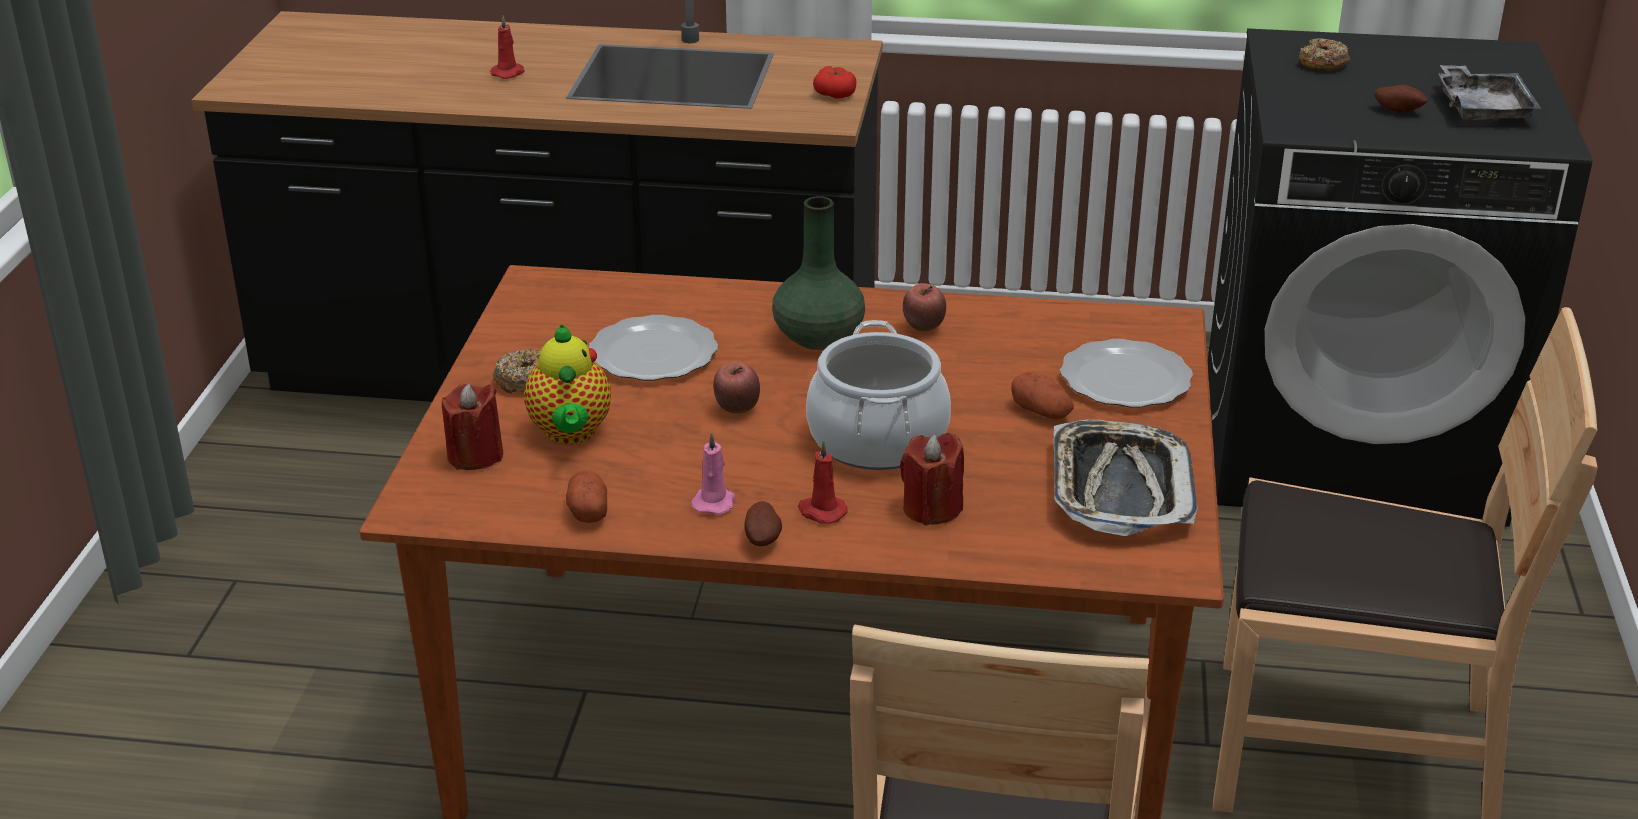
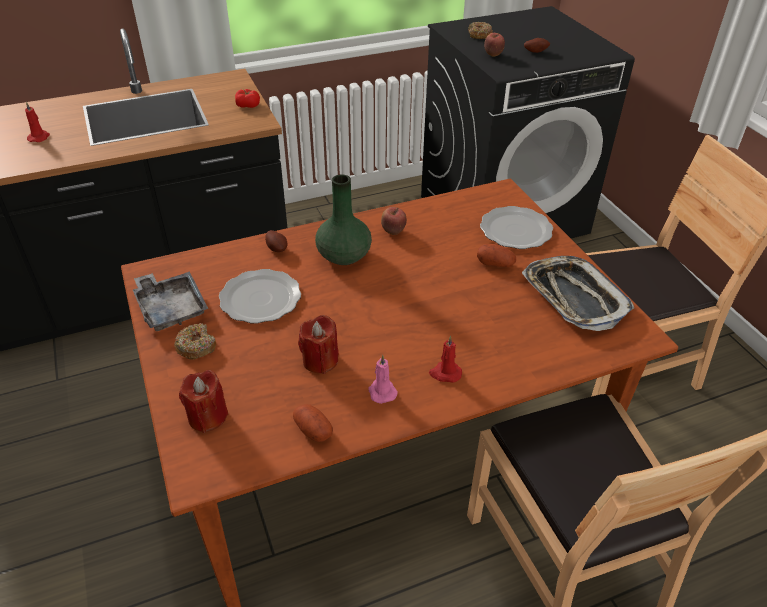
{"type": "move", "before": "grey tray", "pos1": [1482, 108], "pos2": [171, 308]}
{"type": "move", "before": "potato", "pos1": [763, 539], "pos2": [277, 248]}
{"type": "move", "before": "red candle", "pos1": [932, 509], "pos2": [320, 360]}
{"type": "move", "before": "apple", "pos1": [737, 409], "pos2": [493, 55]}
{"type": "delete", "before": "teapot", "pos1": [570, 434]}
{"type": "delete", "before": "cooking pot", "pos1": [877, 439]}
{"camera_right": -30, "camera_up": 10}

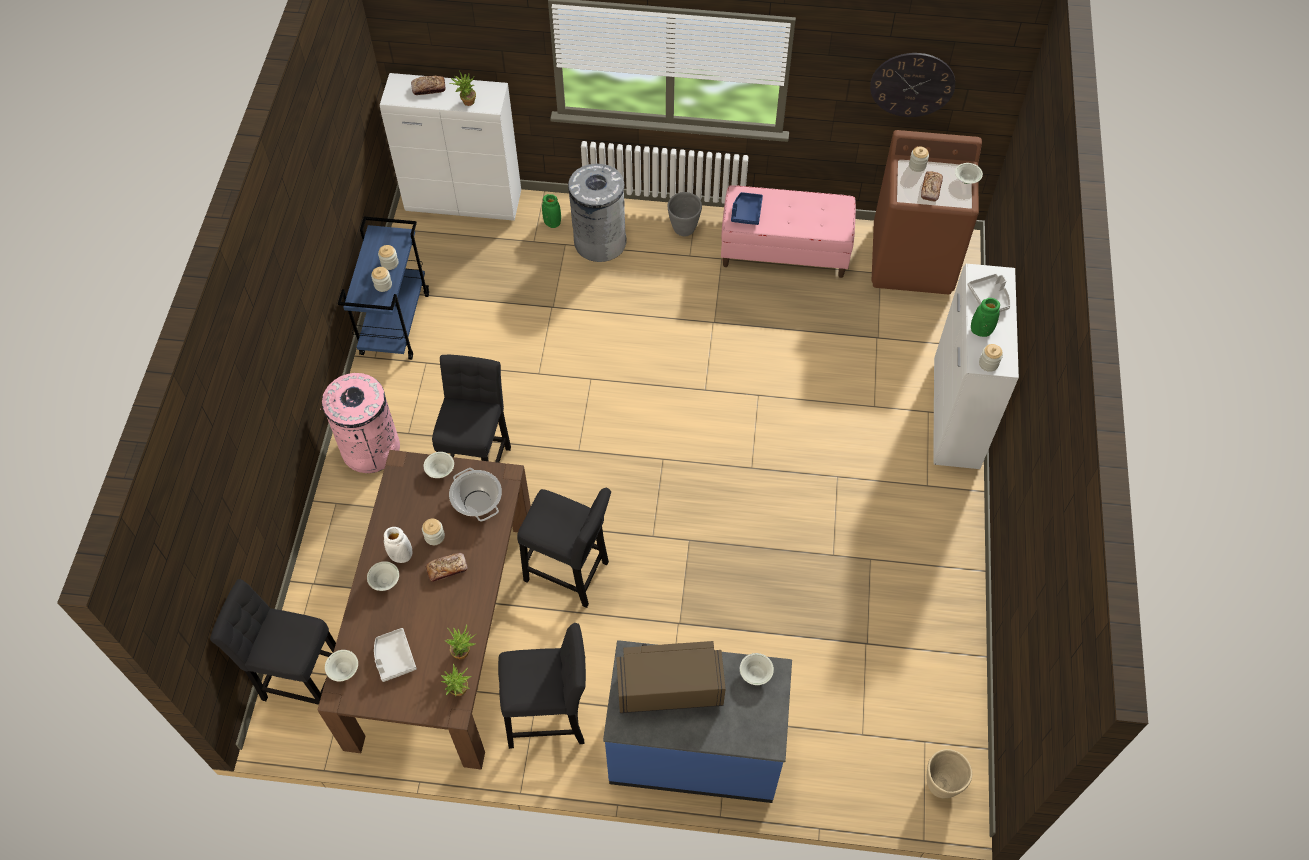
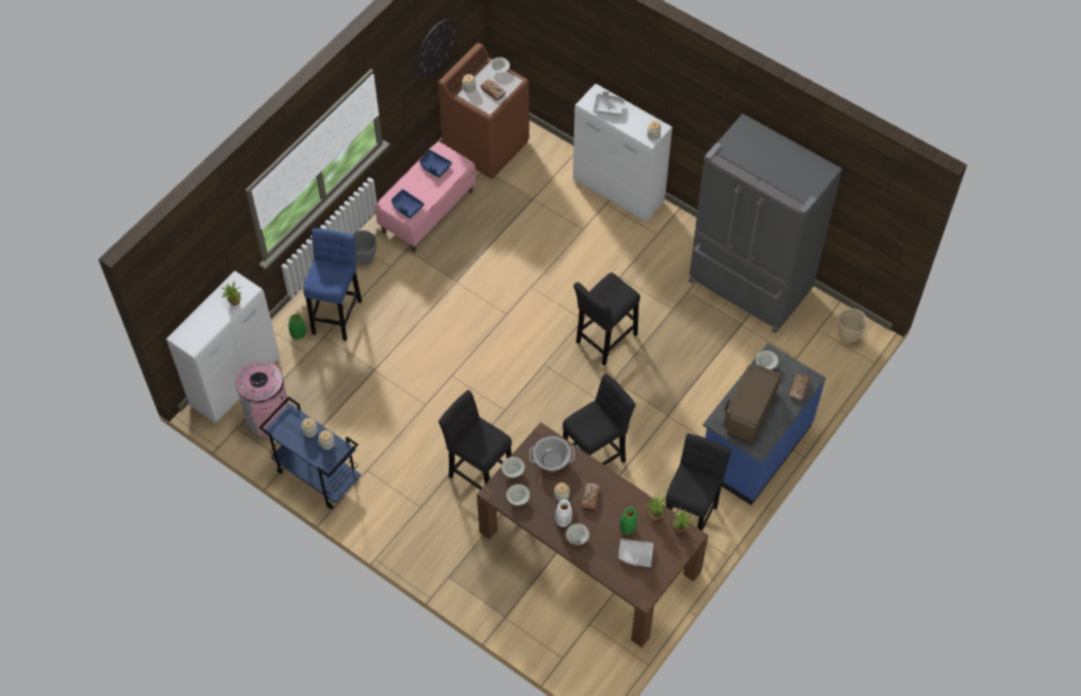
{"type": "move", "before": "pink trash can", "pos1": [370, 449], "pos2": [268, 417]}
{"type": "replace", "before": "grey trash can", "after": "blue stool", "pos1": [599, 241], "pos2": [337, 314]}
{"type": "insert", "after": "blue tray", "pos2": [434, 166]}
{"type": "move", "before": "white bowl", "pos1": [344, 670], "pos2": [518, 498]}
{"type": "move", "before": "black stool", "pos1": [302, 681], "pos2": [604, 341]}
{"type": "move", "before": "green vase", "pos1": [981, 330], "pos2": [627, 528]}
{"type": "insert", "after": "grey fridge", "pos2": [748, 287]}
{"type": "move", "before": "bread", "pos1": [429, 88], "pos2": [799, 389]}
{"camera_right": -60, "camera_up": 0}

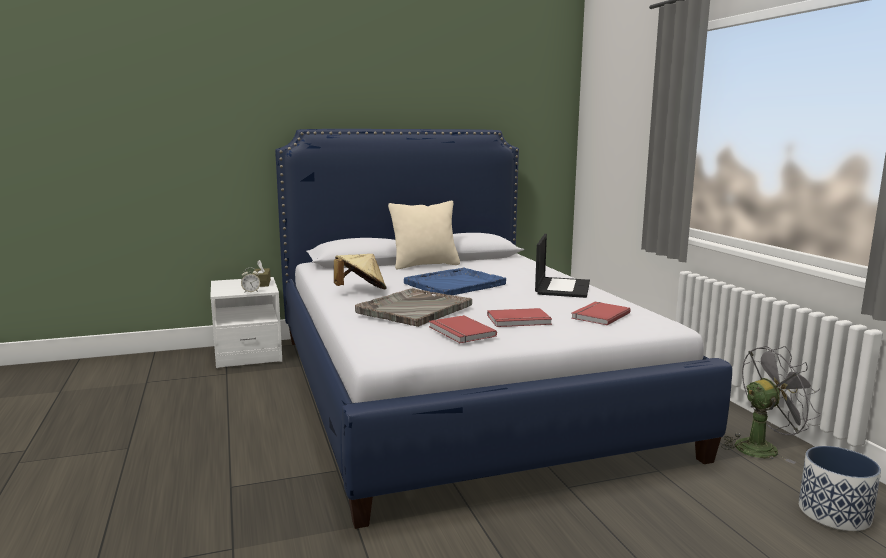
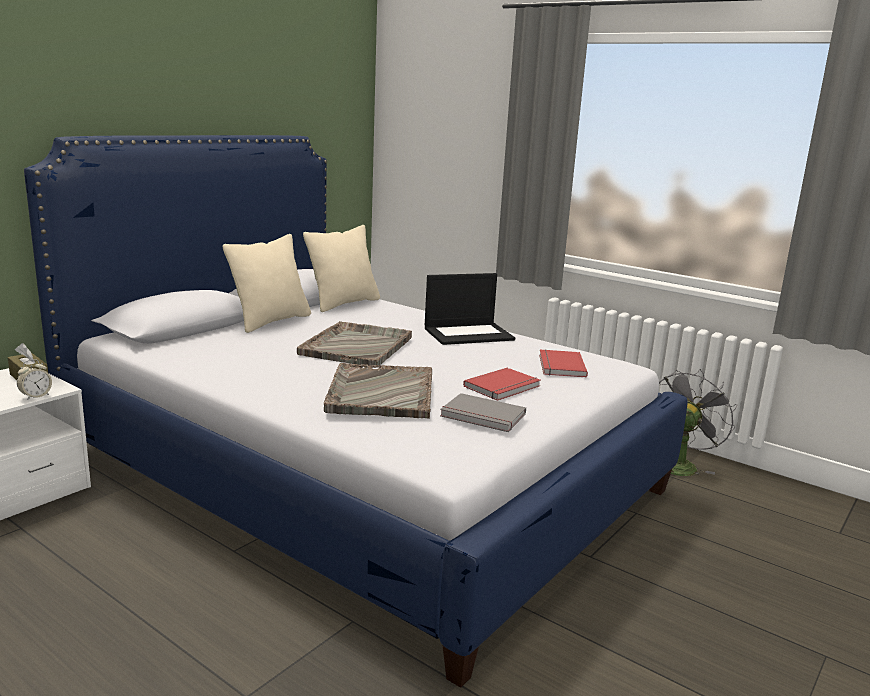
{"type": "recolor", "before": "blue tray", "after": "grey tray", "pos1": [455, 284], "pos2": [357, 346]}
{"type": "insert", "after": "beige pillow", "pos2": [343, 303]}
{"type": "rotate", "before": "laptop", "pos1": [562, 287], "pos2": [469, 334], "turn": 90}
{"type": "recolor", "before": "red book", "after": "grey book", "pos1": [460, 332], "pos2": [482, 416]}
{"type": "delete", "before": "beige hat", "pos1": [360, 291]}
{"type": "delete", "before": "planter", "pos1": [834, 514]}
{"camera_right": -35, "camera_up": 5}

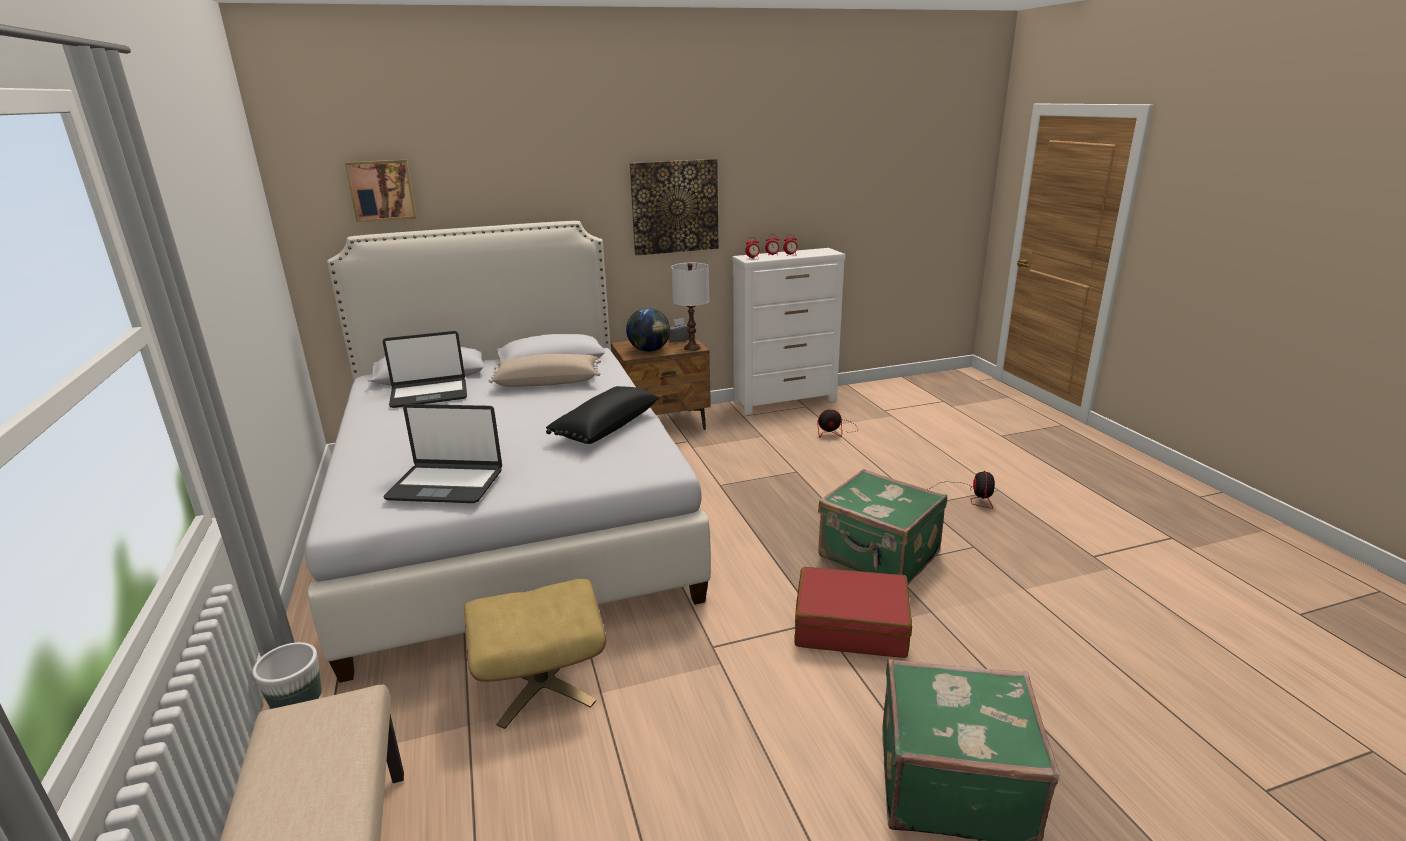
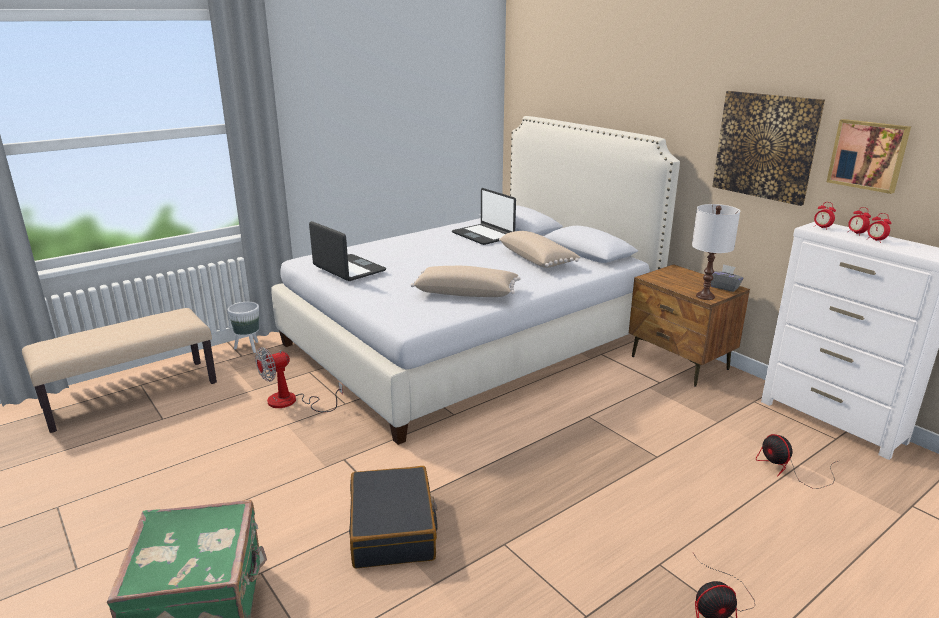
{"type": "replace", "before": "beige ottoman", "after": "fan", "pos1": [542, 683], "pos2": [291, 402]}
{"type": "rotate", "before": "laptop", "pos1": [446, 484], "pos2": [348, 269], "turn": 150}
{"type": "recolor", "before": "red suitcase", "after": "black suitcase", "pos1": [851, 625], "pos2": [393, 529]}
{"type": "recolor", "before": "black pillow", "after": "beige pillow", "pos1": [604, 427], "pos2": [466, 293]}
{"type": "move", "before": "picture", "pos1": [381, 190], "pos2": [868, 155]}
{"type": "delete", "before": "globe", "pos1": [649, 350]}
{"type": "delete", "before": "green suitcase", "pos1": [878, 557]}
{"camera_right": 70, "camera_up": 0}

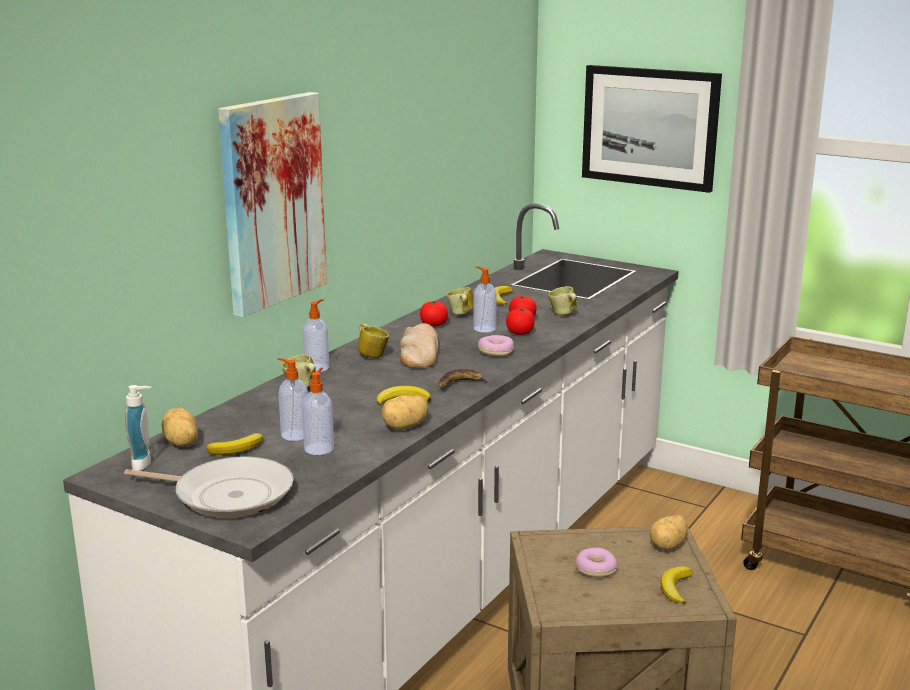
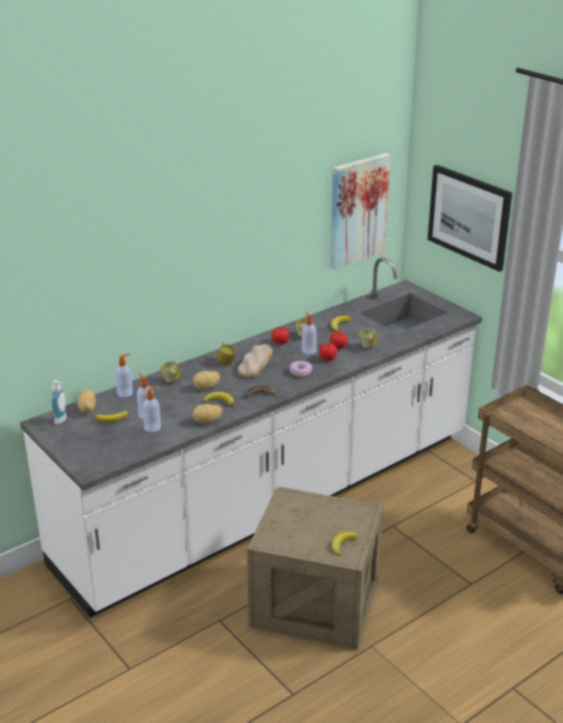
{"type": "move", "before": "soap dispenser", "pos1": [317, 367], "pos2": [125, 393]}
{"type": "move", "before": "potato", "pos1": [669, 545], "pos2": [206, 387]}
{"type": "move", "before": "picture", "pos1": [272, 201], "pos2": [357, 210]}
{"type": "delete", "before": "frying pan", "pos1": [228, 494]}
{"type": "delete", "before": "donut", "pos1": [595, 569]}
{"camera_right": 20, "camera_up": 10}

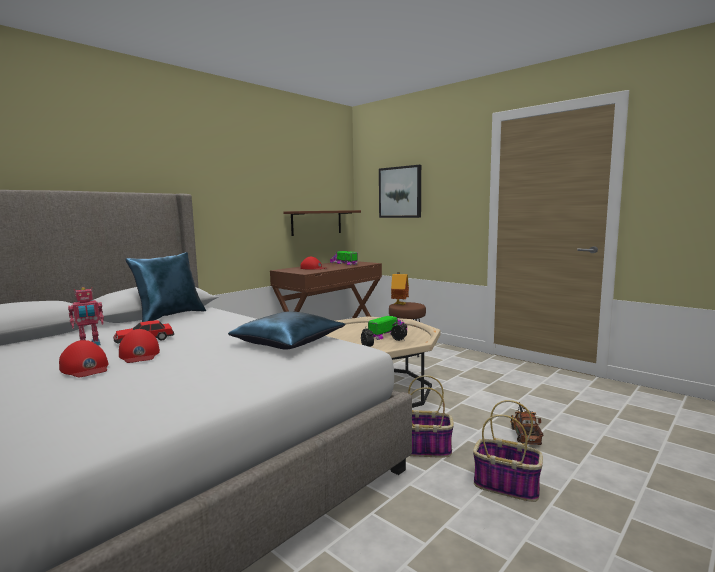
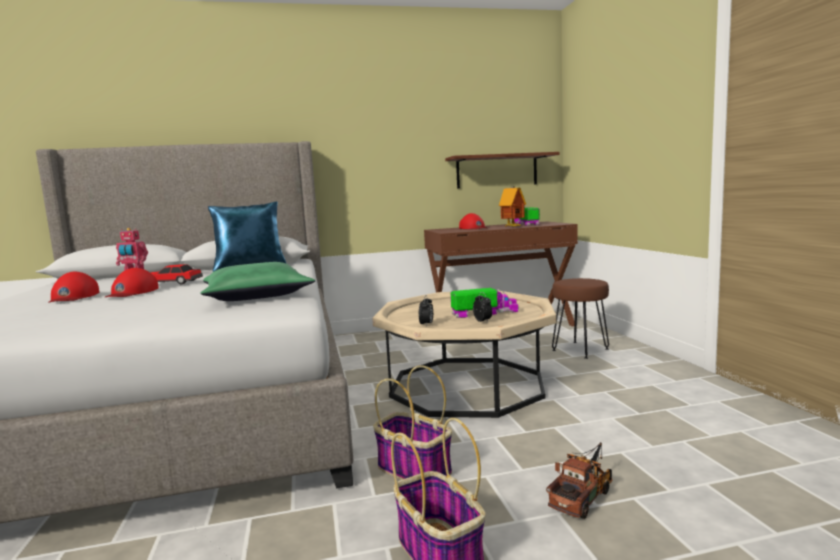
{"type": "recolor", "before": "blue pillow", "after": "green pillow", "pos1": [288, 342], "pos2": [257, 296]}
{"type": "move", "before": "toy house", "pos1": [400, 304], "pos2": [513, 227]}
{"type": "delete", "before": "picture", "pos1": [400, 192]}
{"camera_right": 35, "camera_up": 0}

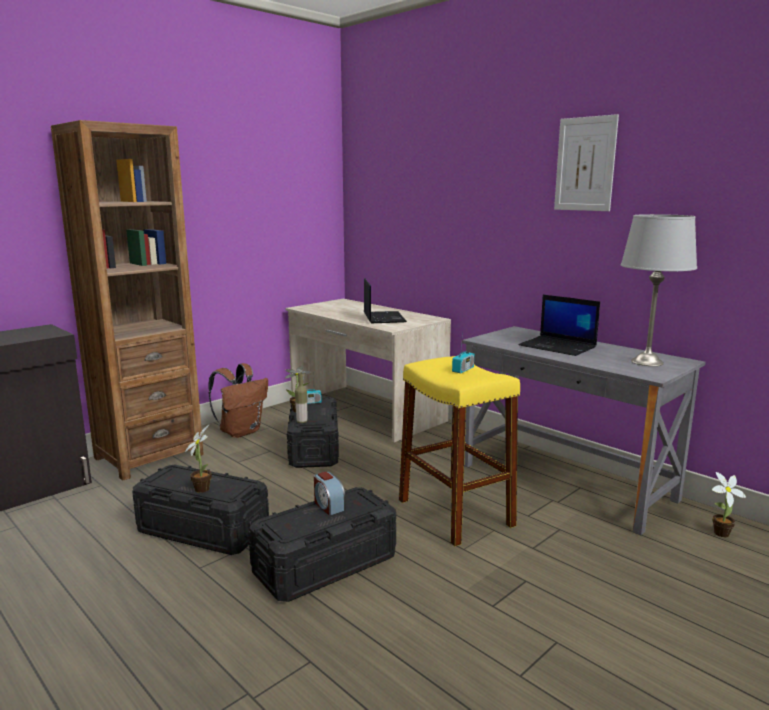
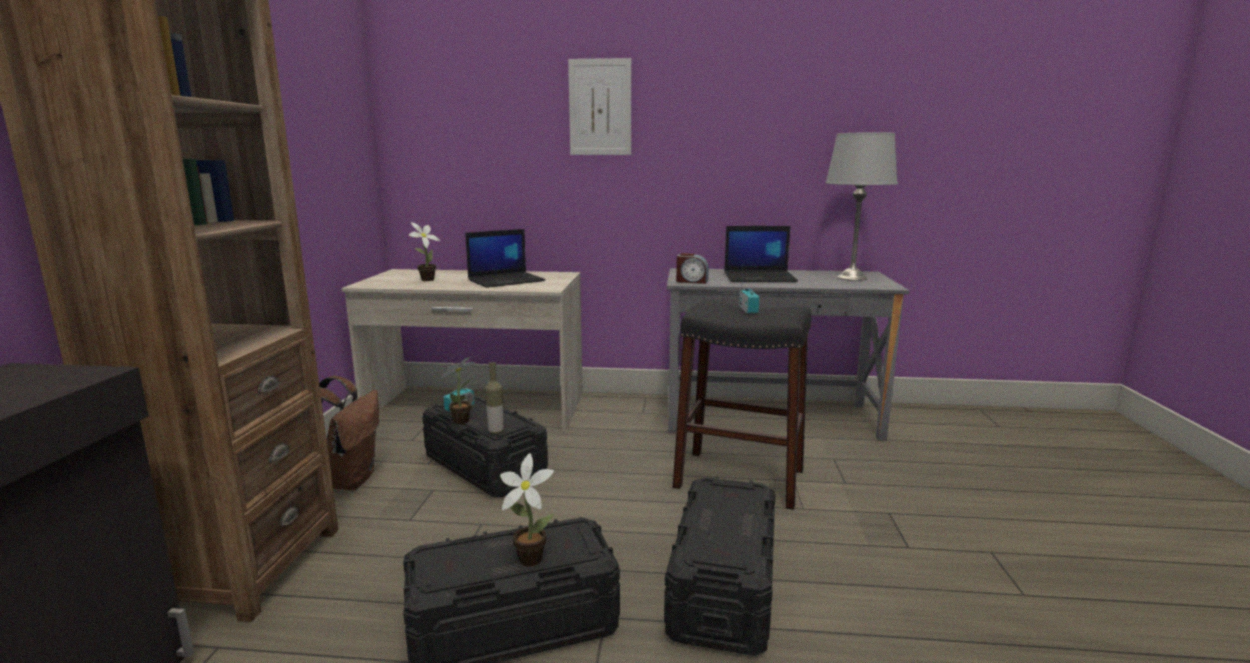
{"type": "move", "before": "potted plant", "pos1": [719, 533], "pos2": [425, 280]}
{"type": "rotate", "before": "laptop", "pos1": [383, 318], "pos2": [507, 280], "turn": 105}
{"type": "move", "before": "picture", "pos1": [585, 164], "pos2": [600, 107]}
{"type": "recolor", "before": "yellow stool", "after": "black stool", "pos1": [455, 512], "pos2": [739, 478]}
{"type": "move", "before": "alarm clock", "pos1": [328, 505], "pos2": [691, 281]}
{"camera_right": -40, "camera_up": 0}

